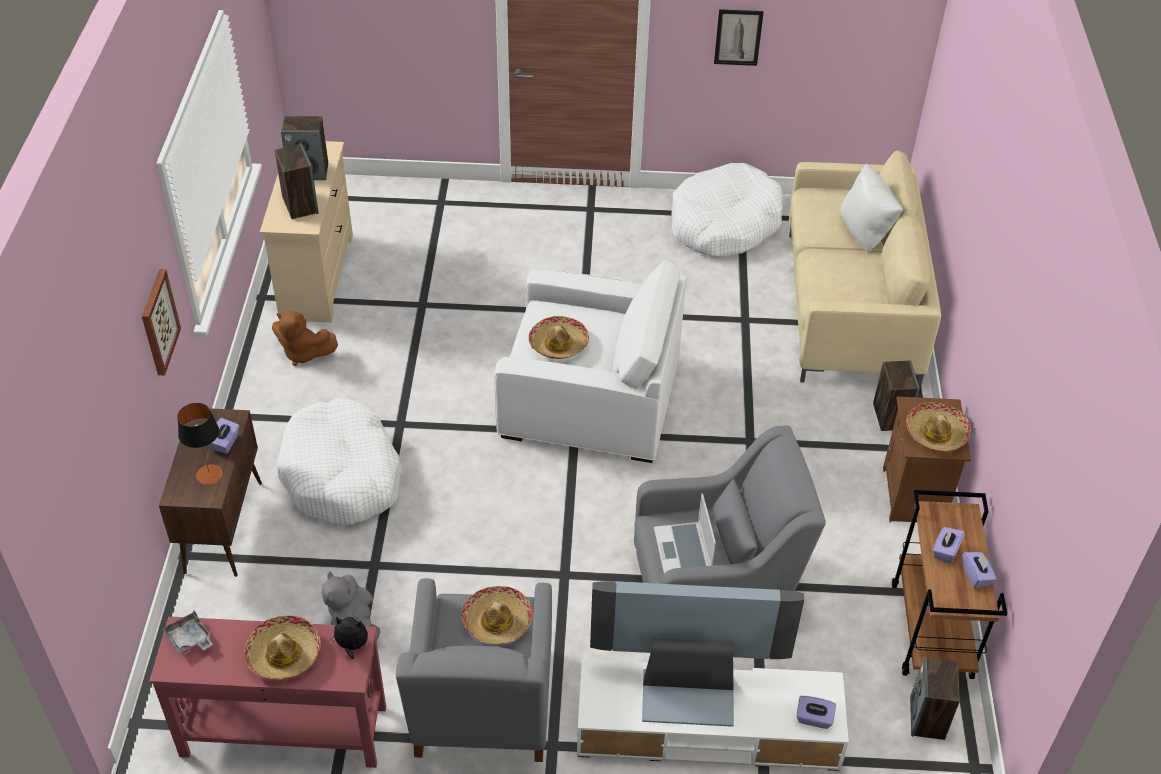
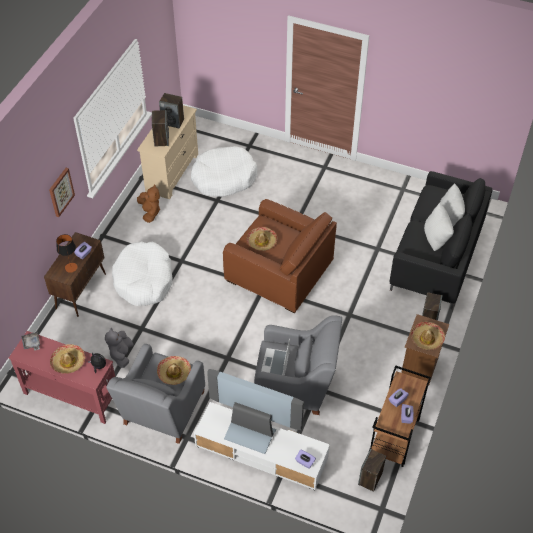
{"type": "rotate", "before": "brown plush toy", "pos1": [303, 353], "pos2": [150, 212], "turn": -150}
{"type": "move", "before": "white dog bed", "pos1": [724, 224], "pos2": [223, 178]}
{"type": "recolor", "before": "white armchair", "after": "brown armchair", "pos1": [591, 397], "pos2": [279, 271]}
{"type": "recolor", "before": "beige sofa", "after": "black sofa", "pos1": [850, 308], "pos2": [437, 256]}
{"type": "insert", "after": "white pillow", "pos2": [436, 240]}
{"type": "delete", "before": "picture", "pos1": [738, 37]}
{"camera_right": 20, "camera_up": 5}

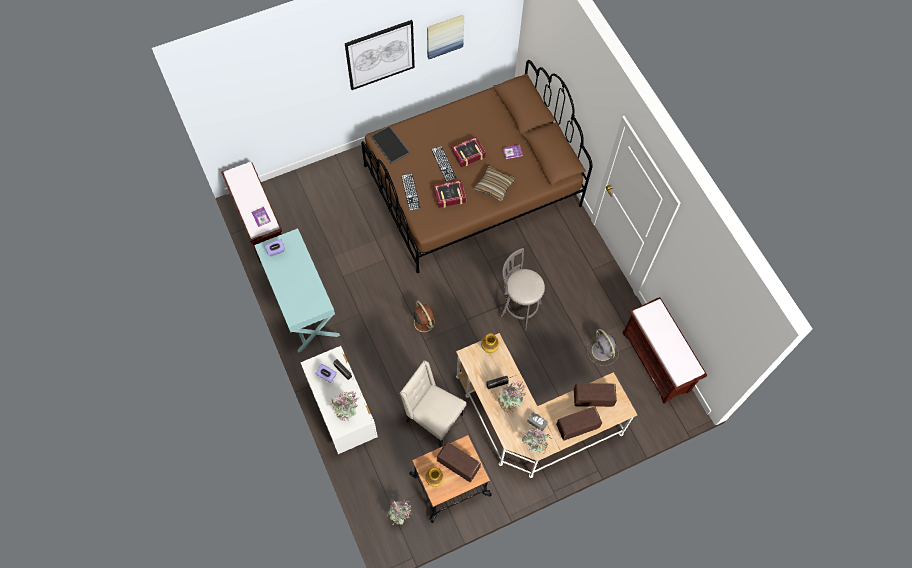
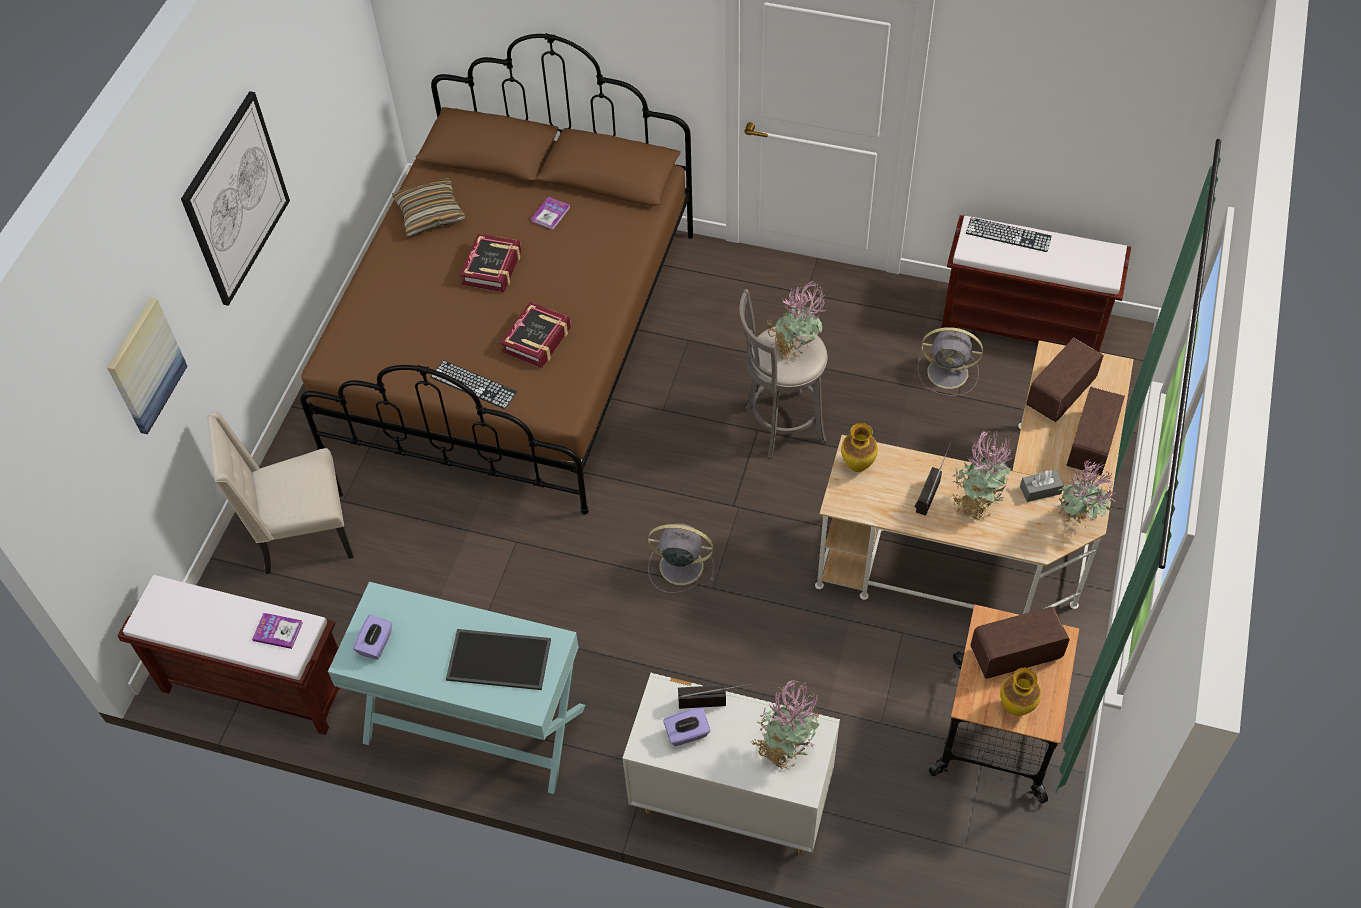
{"type": "move", "before": "picture", "pos1": [444, 36], "pos2": [145, 366]}
{"type": "move", "before": "beige chair", "pos1": [433, 418], "pos2": [302, 535]}
{"type": "move", "before": "pillow", "pos1": [494, 186], "pos2": [430, 213]}
{"type": "move", "before": "tray", "pos1": [391, 144], "pos2": [500, 658]}
{"type": "recolor", "before": "brown fan", "after": "grey fan", "pos1": [423, 321], "pos2": [679, 566]}
{"type": "move", "before": "potted plant", "pos1": [400, 515], "pos2": [795, 349]}
{"type": "move", "before": "keyboard", "pos1": [443, 163], "pos2": [1008, 235]}
{"camera_right": -45, "camera_up": -10}

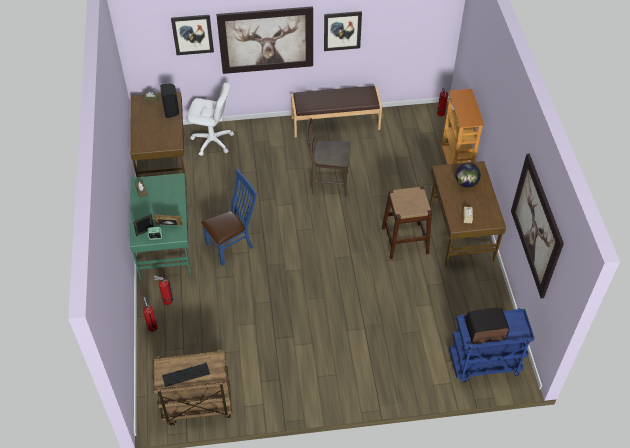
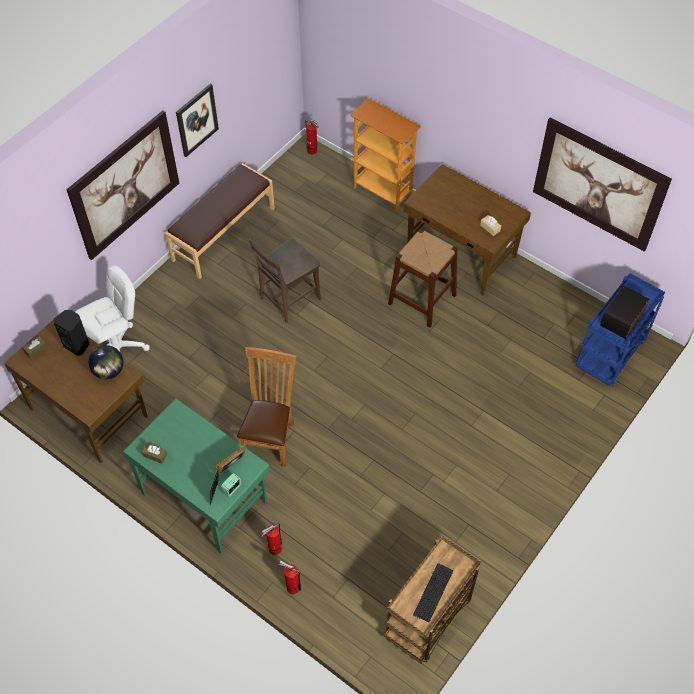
{"type": "move", "before": "globe", "pos1": [466, 183], "pos2": [109, 371]}
{"type": "recolor", "before": "blue chair", "after": "brown chair", "pos1": [232, 245], "pos2": [271, 437]}
{"type": "delete", "before": "picture", "pos1": [192, 34]}
{"camera_right": -45, "camera_up": 5}

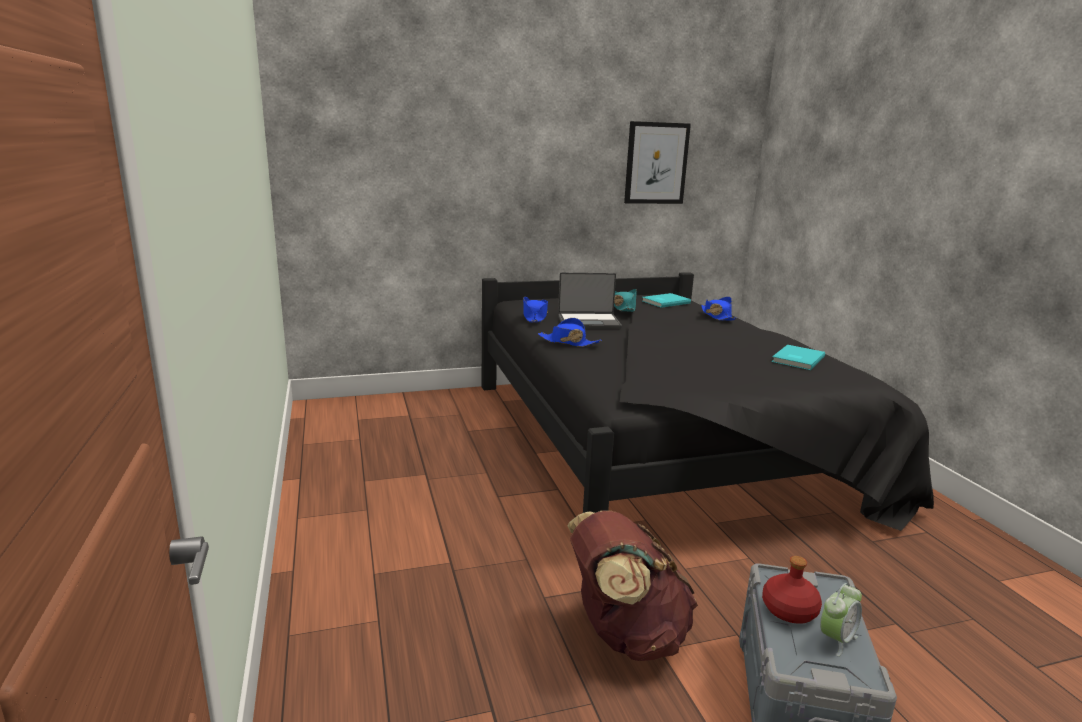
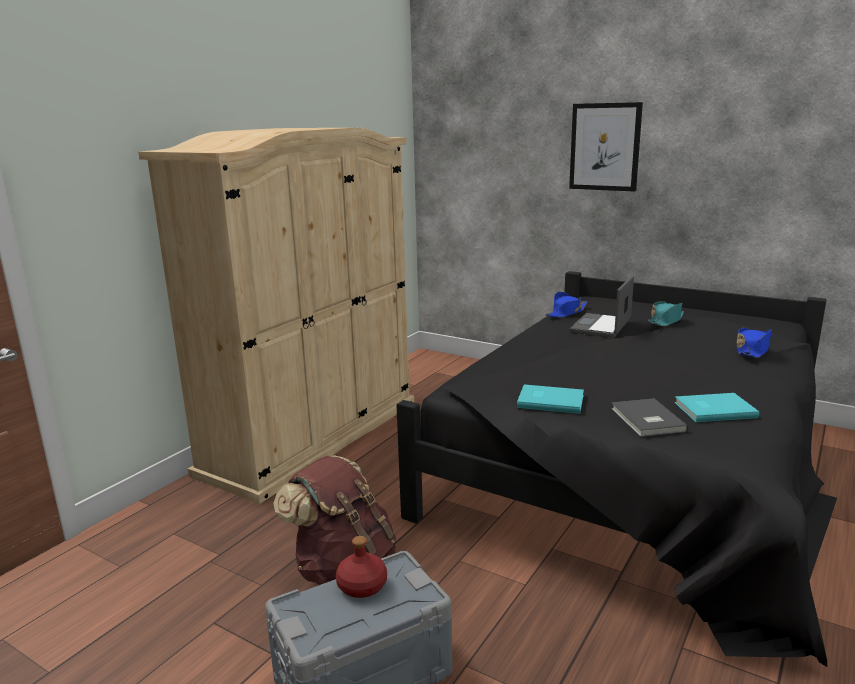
{"type": "insert", "after": "beige wardrobe", "pos2": [313, 436]}
{"type": "move", "before": "turquoise book", "pos1": [664, 302], "pos2": [549, 400]}
{"type": "move", "before": "picture", "pos1": [656, 163], "pos2": [605, 147]}
{"type": "rotate", "before": "laptop", "pos1": [588, 322], "pos2": [602, 327], "turn": 75}
{"type": "insert", "after": "grey book", "pos2": [646, 420]}
{"type": "delete", "before": "blue hat", "pos1": [568, 342]}
{"type": "delete", "before": "alarm clock", "pos1": [836, 639]}
{"camera_right": 50, "camera_up": 0}

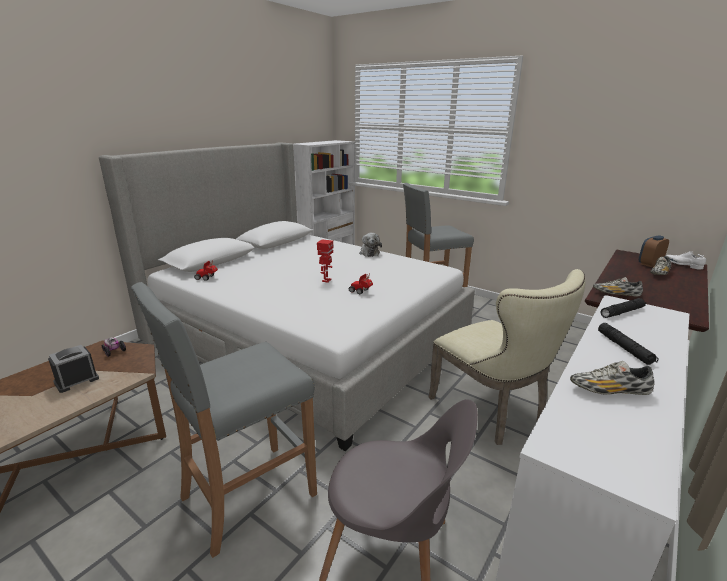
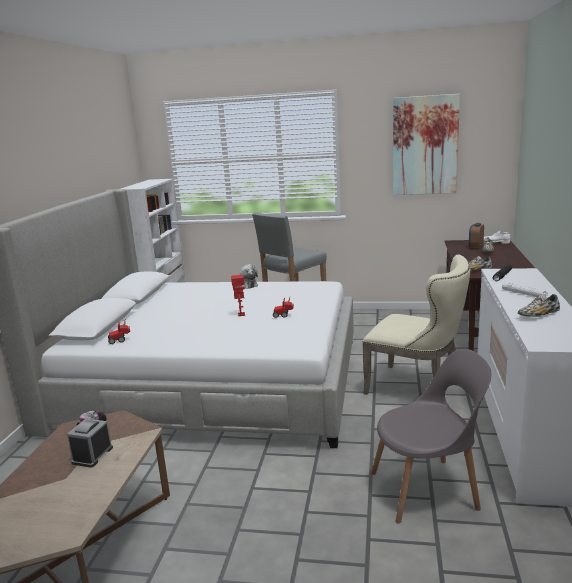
{"type": "insert", "after": "picture", "pos2": [425, 146]}
{"type": "recolor", "before": "black flashlight", "after": "white flashlight", "pos1": [624, 348], "pos2": [524, 294]}
{"type": "delete", "before": "grey stool", "pos1": [247, 496]}
{"camera_right": -25, "camera_up": -5}

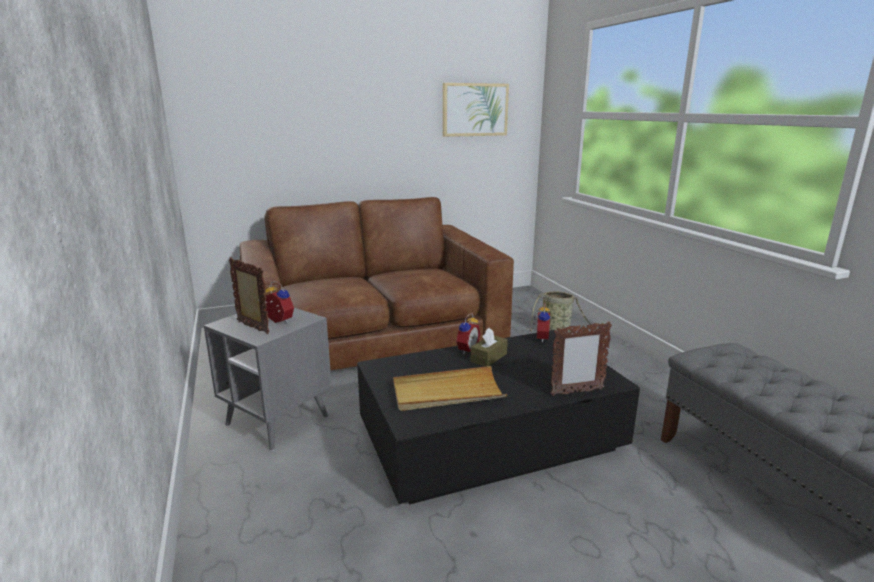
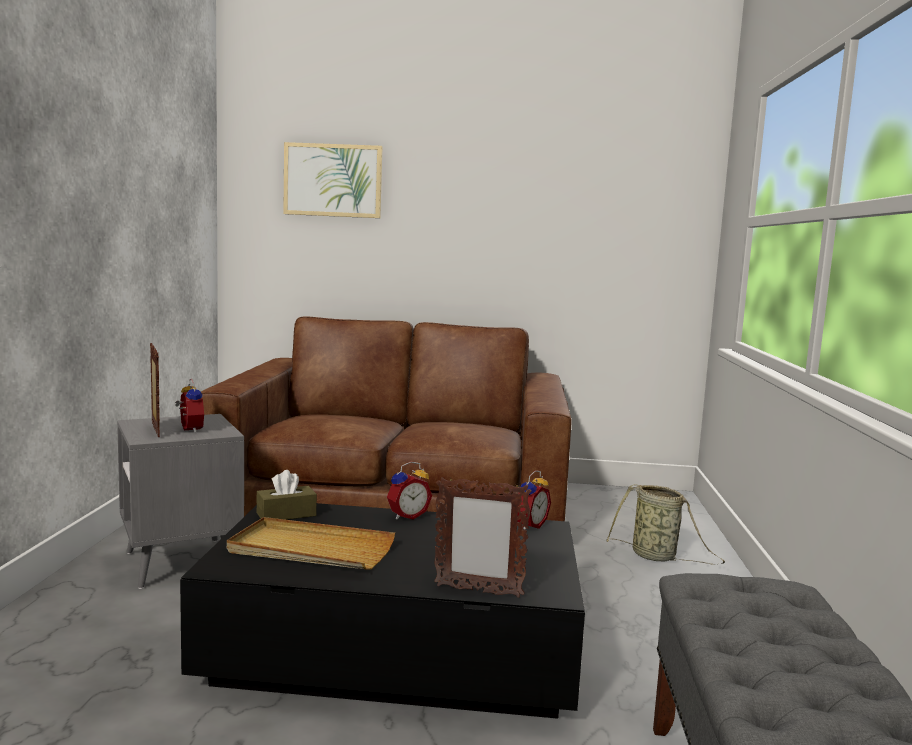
{"type": "move", "before": "brown tissue box", "pos1": [488, 357], "pos2": [286, 514]}
{"type": "move", "before": "picture", "pos1": [475, 110], "pos2": [333, 180]}
{"camera_right": 25, "camera_up": -10}

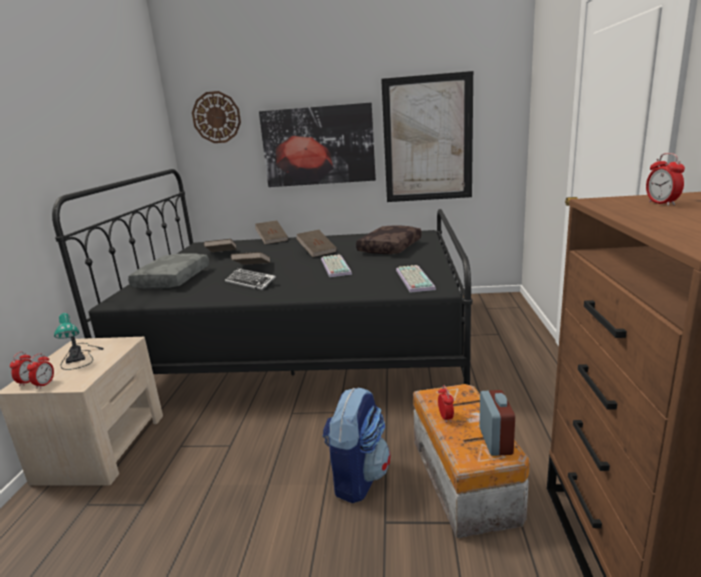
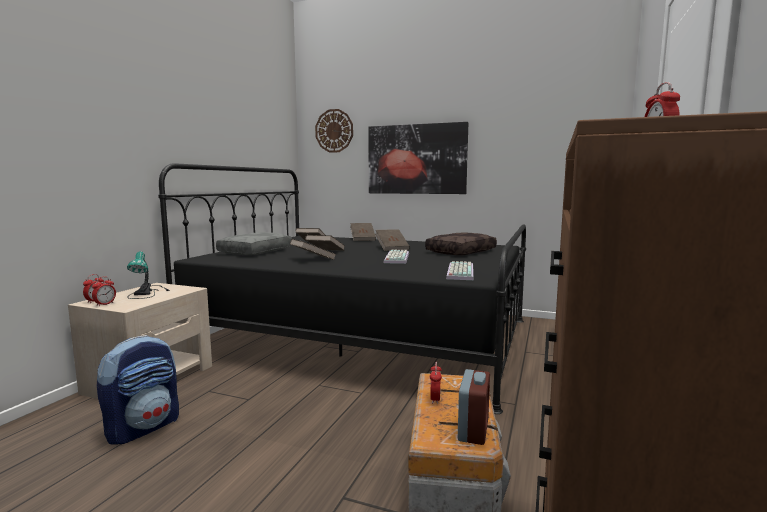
{"type": "move", "before": "backpack", "pos1": [357, 477], "pos2": [144, 427]}
{"type": "replace", "before": "keyboard", "after": "brown book", "pos1": [250, 283], "pos2": [313, 259]}
{"type": "delete", "before": "picture", "pos1": [428, 139]}
{"camera_right": 15, "camera_up": -10}

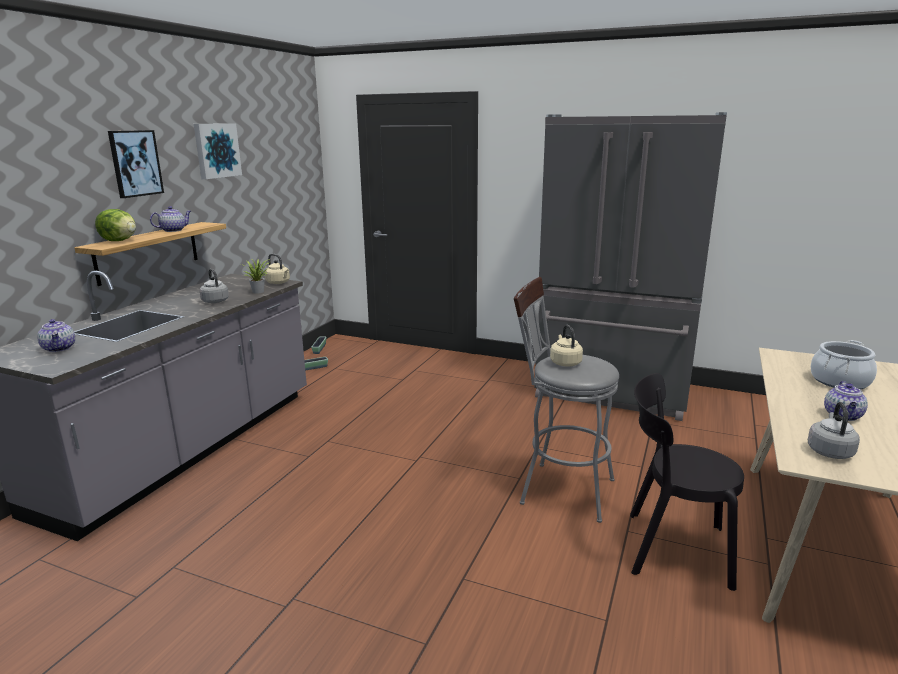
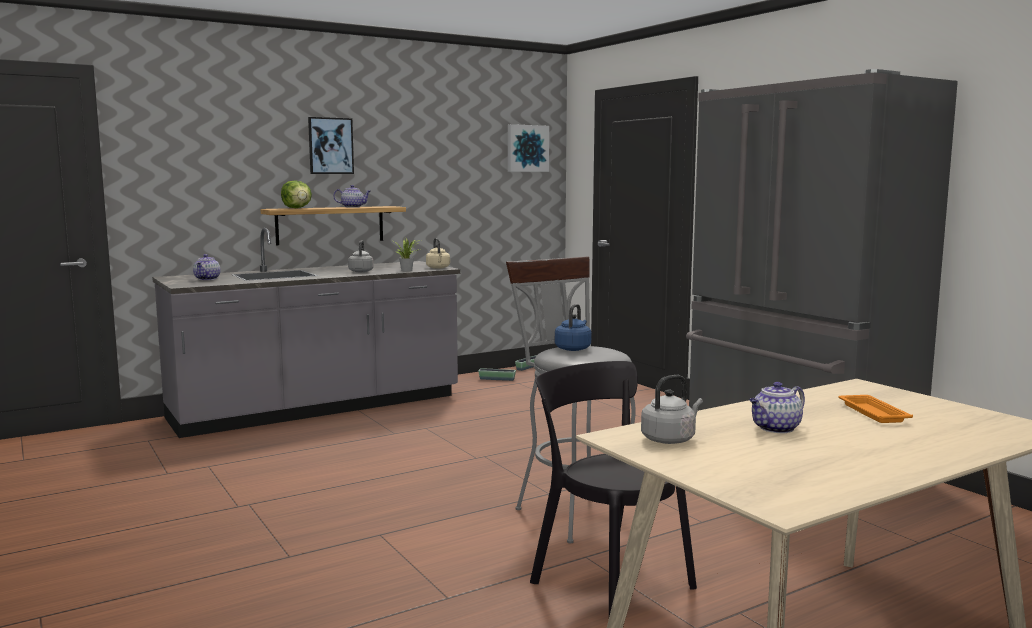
{"type": "move", "before": "picture", "pos1": [216, 150], "pos2": [527, 148]}
{"type": "recolor", "before": "beige kettle", "after": "blue kettle", "pos1": [565, 362], "pos2": [573, 348]}
{"type": "replace", "before": "cooking pot", "after": "orange tray", "pos1": [840, 381], "pos2": [872, 412]}
{"camera_right": 35, "camera_up": -10}

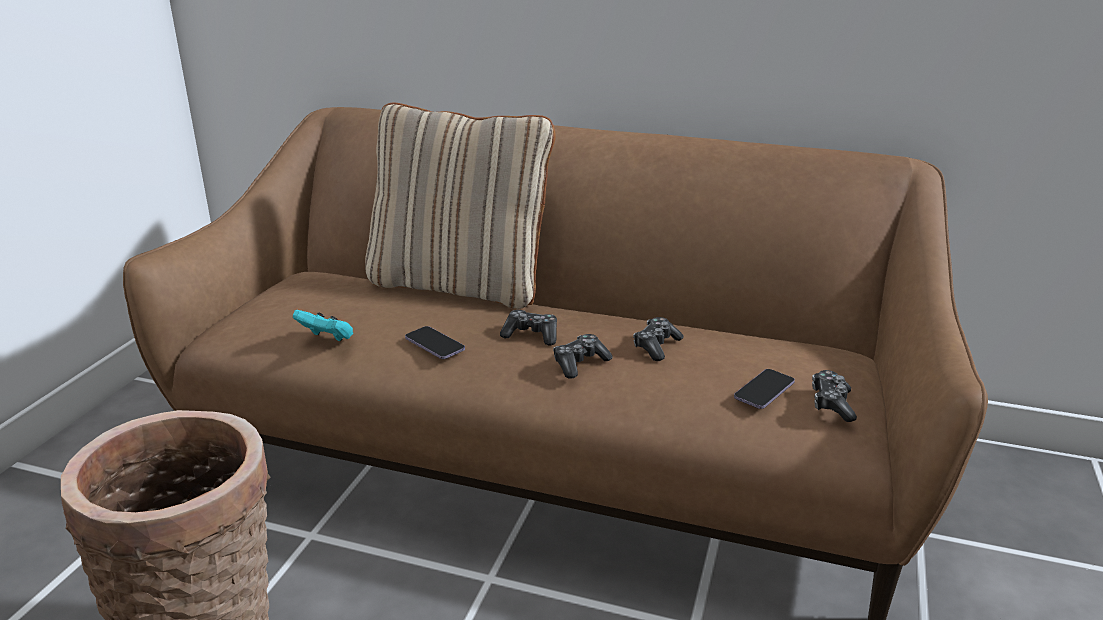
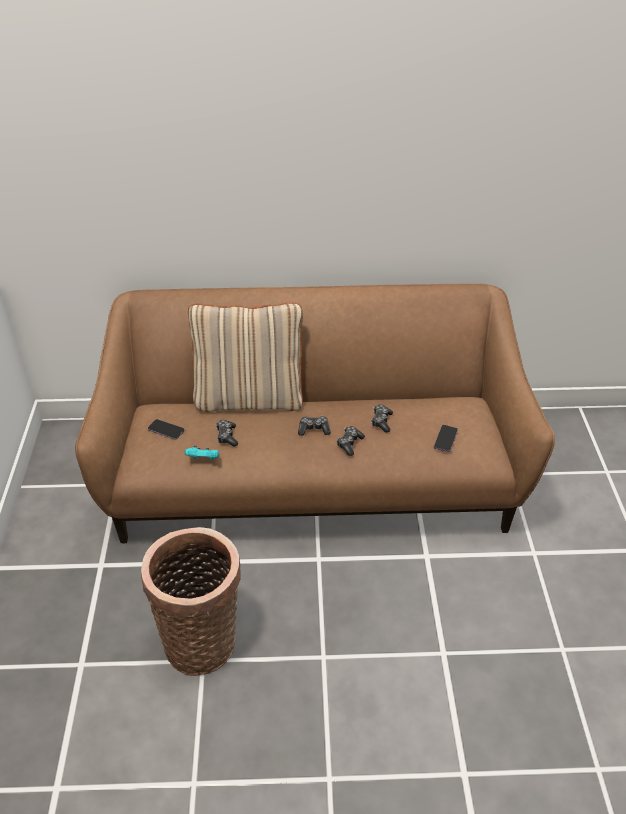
{"type": "move", "before": "phone", "pos1": [434, 344], "pos2": [166, 430]}
{"type": "move", "before": "game controller", "pos1": [832, 404], "pos2": [227, 436]}
{"camera_right": -20, "camera_up": 15}

